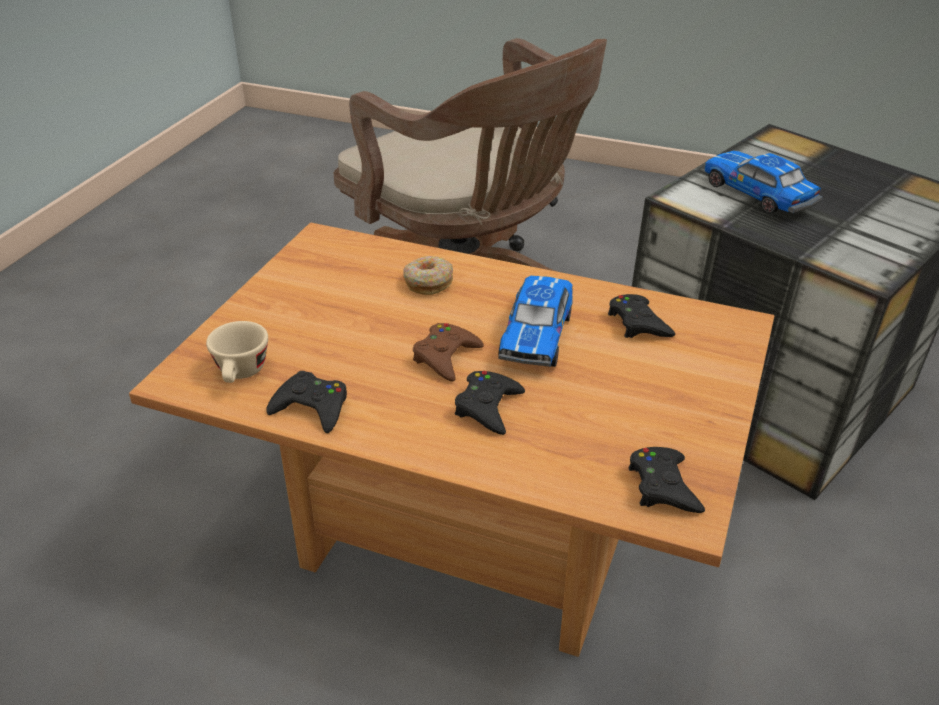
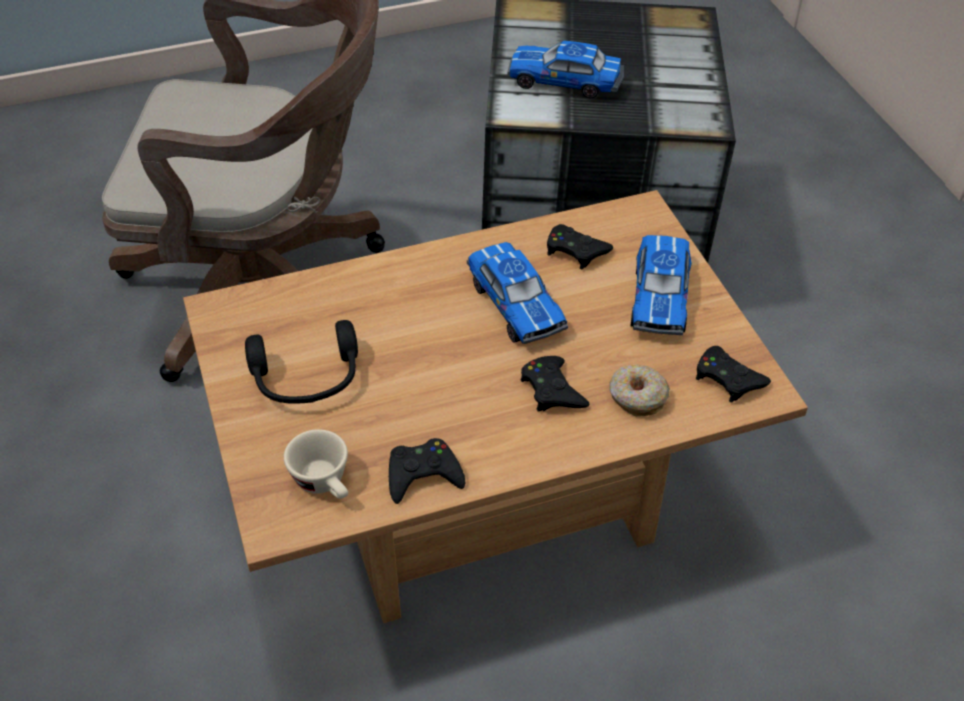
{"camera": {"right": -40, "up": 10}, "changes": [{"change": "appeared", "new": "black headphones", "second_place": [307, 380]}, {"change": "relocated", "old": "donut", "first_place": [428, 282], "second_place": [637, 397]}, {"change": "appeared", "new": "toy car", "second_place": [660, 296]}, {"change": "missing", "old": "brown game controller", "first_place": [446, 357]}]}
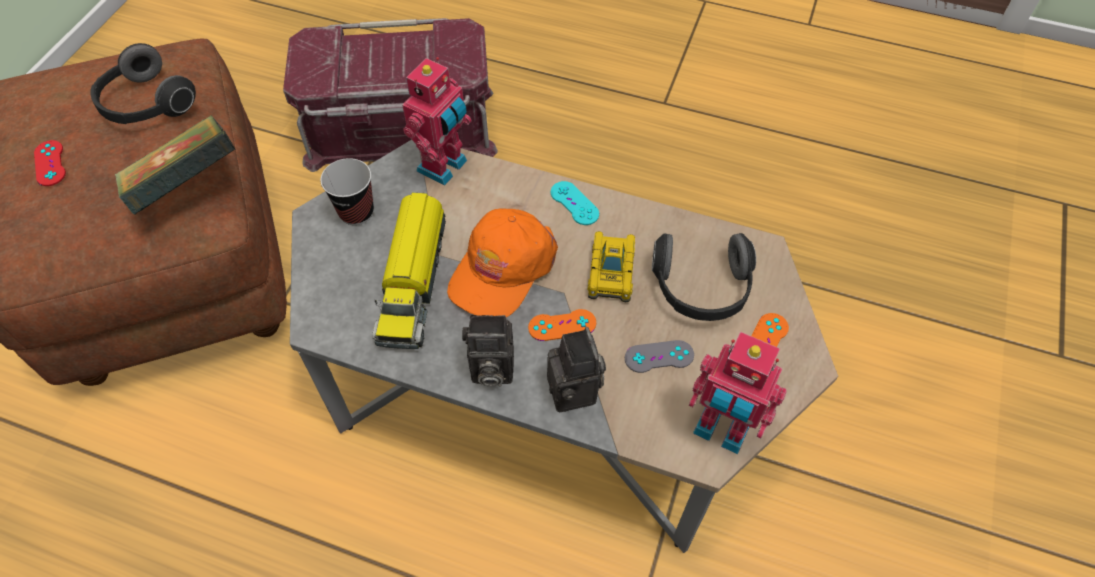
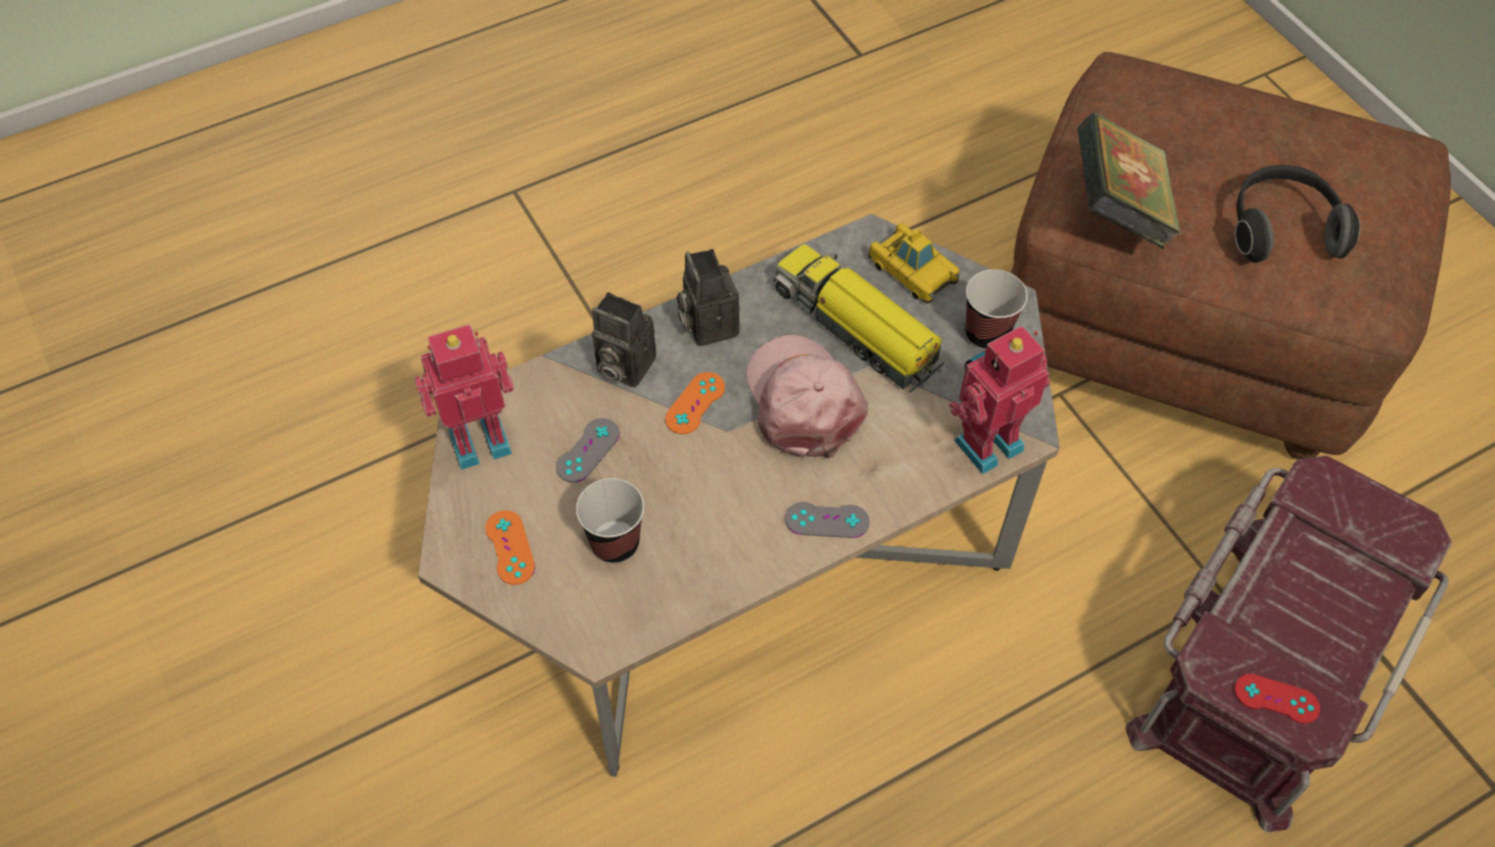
{"camera": {"right": 130, "up": 0}, "changes": [{"change": "exchanged", "old": "headphones", "new": "cup", "first_place": [701, 290], "second_place": [615, 543]}, {"change": "spun", "old": "photo camera", "first_place": [490, 369], "second_place": [707, 323], "degrees": -60}, {"change": "colour", "old": "orange cap", "new": "pink cap", "first_place": [502, 269], "second_place": [803, 401]}, {"change": "colour", "old": "turquoise game controller", "new": "grey game controller", "first_place": [574, 203], "second_place": [827, 520]}, {"change": "relocated", "old": "toy car", "first_place": [611, 271], "second_place": [912, 270]}, {"change": "spun", "old": "toy robot", "first_place": [444, 167], "second_place": [985, 441], "degrees": 75}, {"change": "relocated", "old": "red game controller", "first_place": [50, 163], "second_place": [1276, 699]}]}
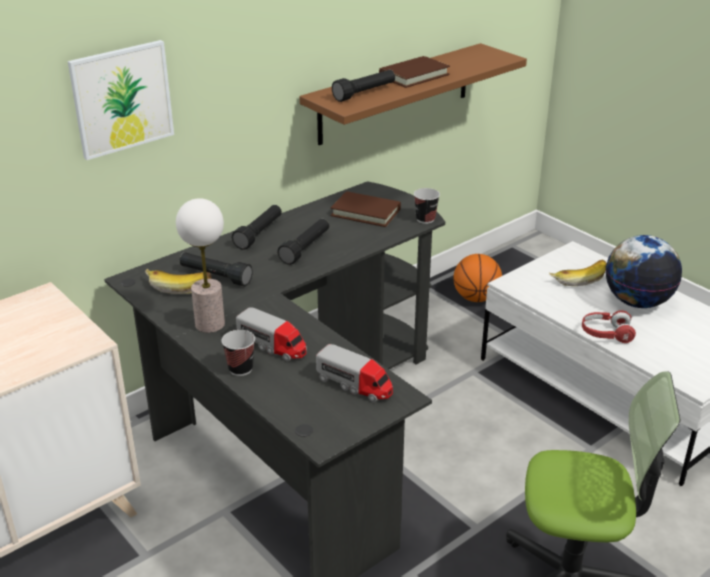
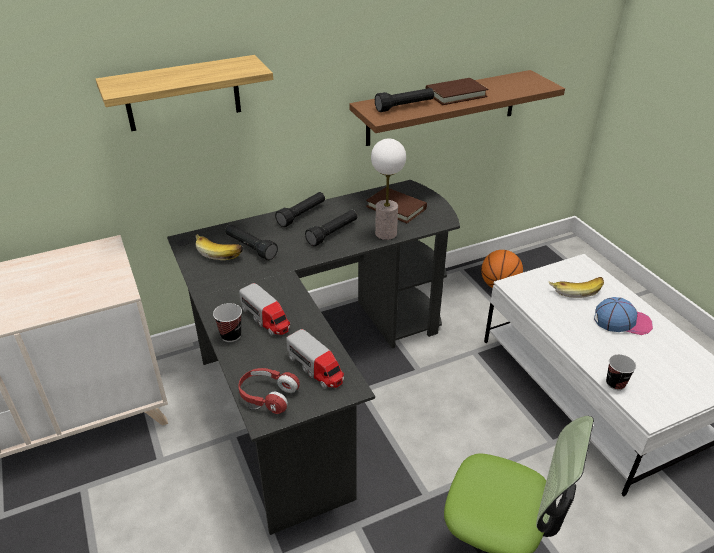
{"camera": {"right": 15, "up": 5}, "changes": [{"change": "exchanged", "old": "picture", "new": "shelf", "first_place": [122, 99], "second_place": [183, 94]}, {"change": "relocated", "old": "red headphones", "first_place": [606, 334], "second_place": [268, 395]}, {"change": "relocated", "old": "table lamp", "first_place": [209, 324], "second_place": [385, 234]}, {"change": "exchanged", "old": "globe", "new": "cap", "first_place": [637, 302], "second_place": [622, 321]}, {"change": "relocated", "old": "cup", "first_place": [425, 219], "second_place": [615, 383]}]}
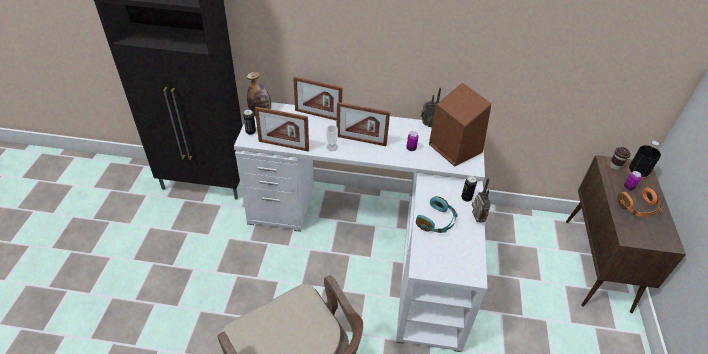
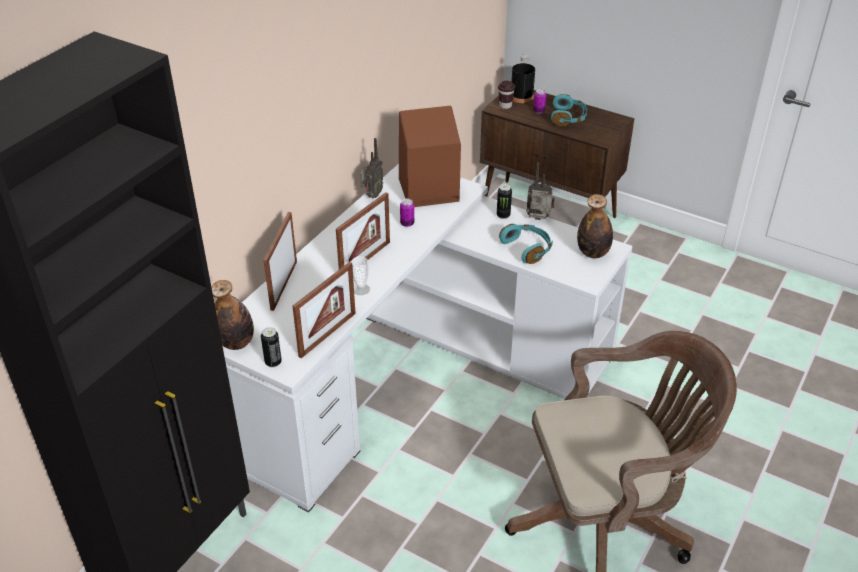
{"camera": {"right": -65, "up": -5}, "changes": [{"change": "spun", "old": "picture frame", "first_place": [318, 115], "second_place": [284, 285], "degrees": 150}, {"change": "colour", "old": "orange headphones", "new": "turquoise headphones", "first_place": [638, 208], "second_place": [568, 118]}, {"change": "appeared", "new": "bottle", "second_place": [593, 253]}]}
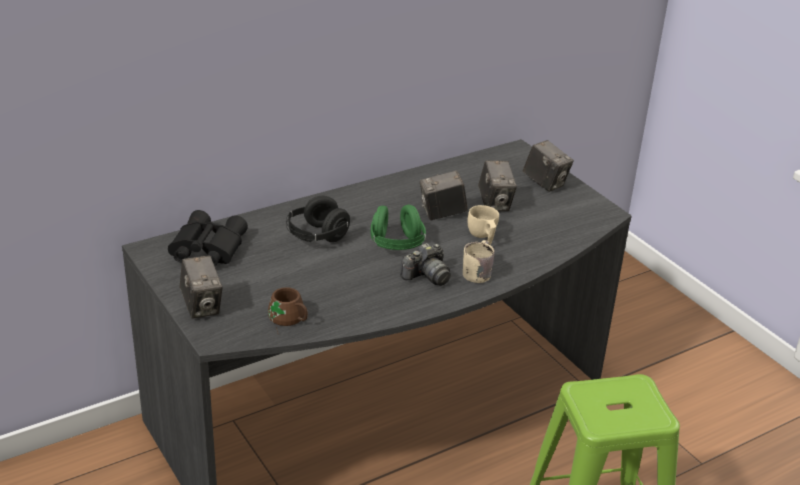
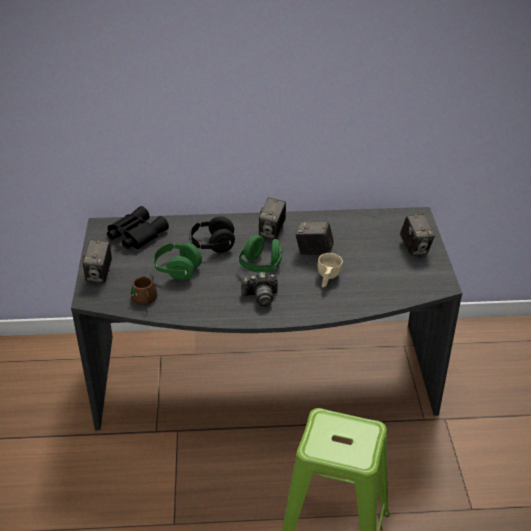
{"camera": {"right": 30, "up": 5}, "changes": [{"change": "appeared", "new": "green headphones", "second_place": [177, 270]}, {"change": "relocated", "old": "photo camera", "first_place": [495, 204], "second_place": [272, 231]}, {"change": "missing", "old": "beige mug", "first_place": [476, 271]}]}
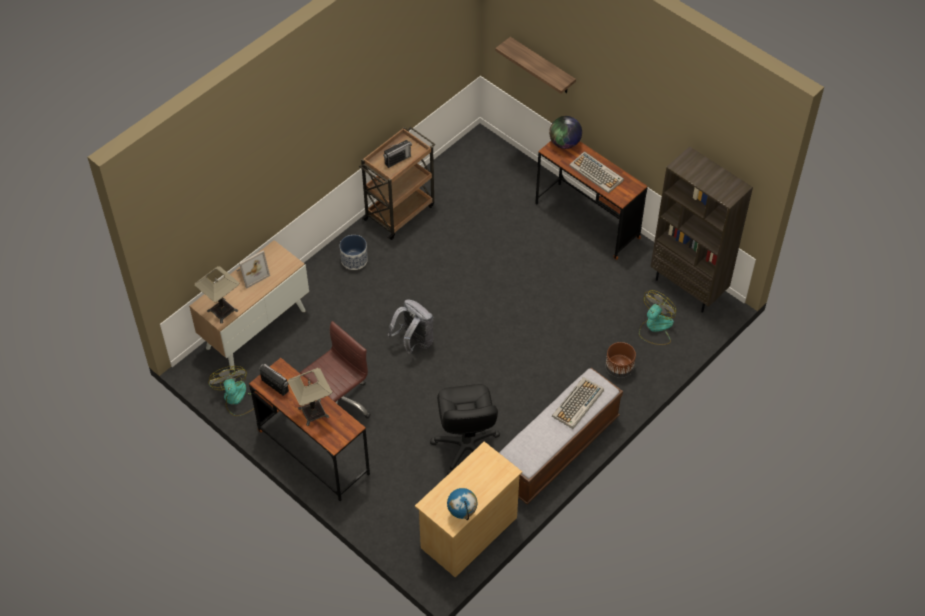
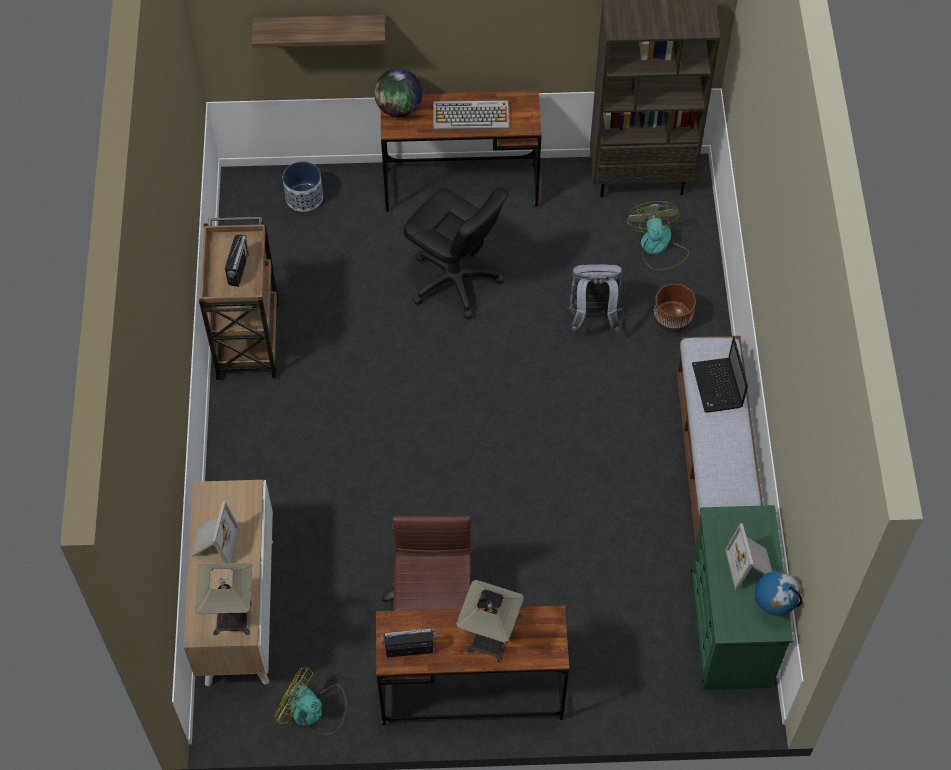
{"camera": {"right": -45, "up": 5}, "changes": [{"change": "relocated", "old": "planter", "first_place": [354, 259], "second_place": [304, 197]}, {"change": "relocated", "old": "black office chair", "first_place": [466, 448], "second_place": [454, 281]}, {"change": "relocated", "old": "grey backpack", "first_place": [414, 342], "second_place": [593, 318]}, {"change": "colour", "old": "beige dresser", "new": "green dresser", "first_place": [468, 533], "second_place": [729, 628]}, {"change": "exchanged", "old": "keyboard", "new": "laptop", "first_place": [578, 404], "second_place": [718, 387]}, {"change": "appeared", "new": "picture frame", "second_place": [751, 566]}]}
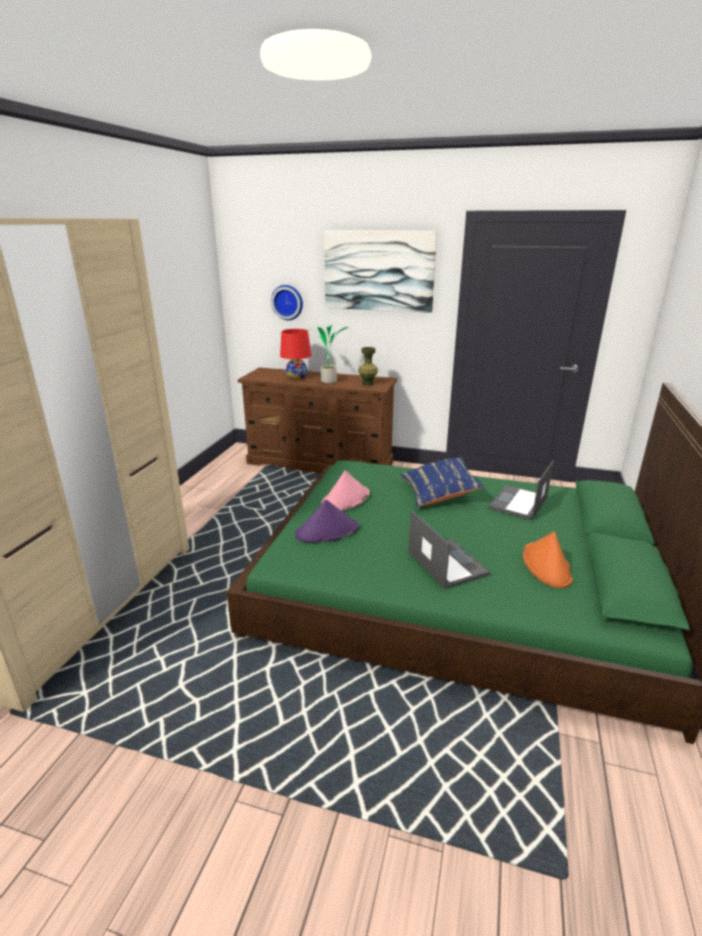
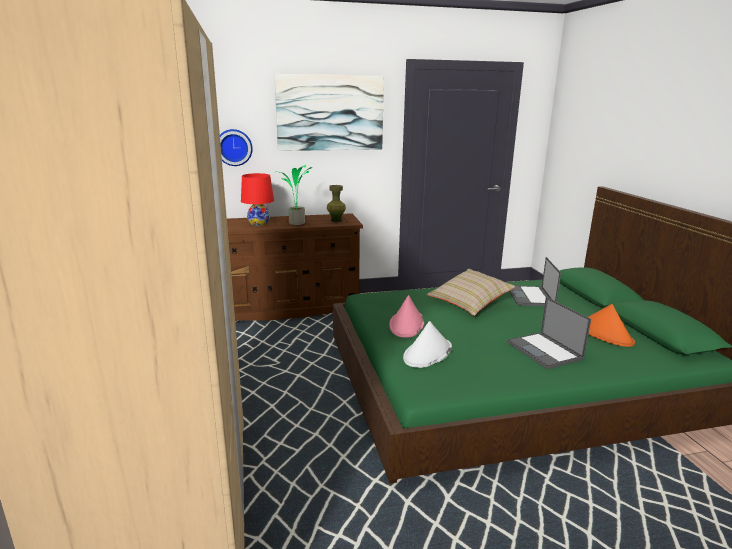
{"camera": {"right": -30, "up": -5}, "changes": [{"change": "colour", "old": "purple hat", "new": "white hat", "first_place": [327, 531], "second_place": [427, 353]}, {"change": "colour", "old": "blue pillow", "new": "beige pillow", "first_place": [439, 493], "second_place": [469, 303]}, {"change": "spun", "old": "laptop", "first_place": [446, 562], "second_place": [545, 351], "degrees": -150}]}
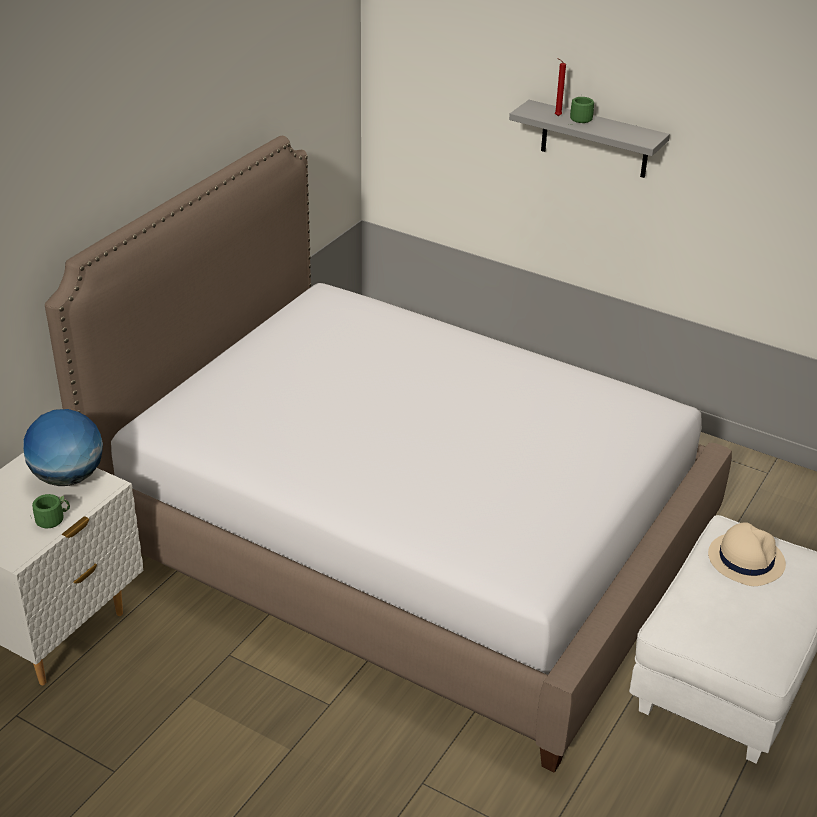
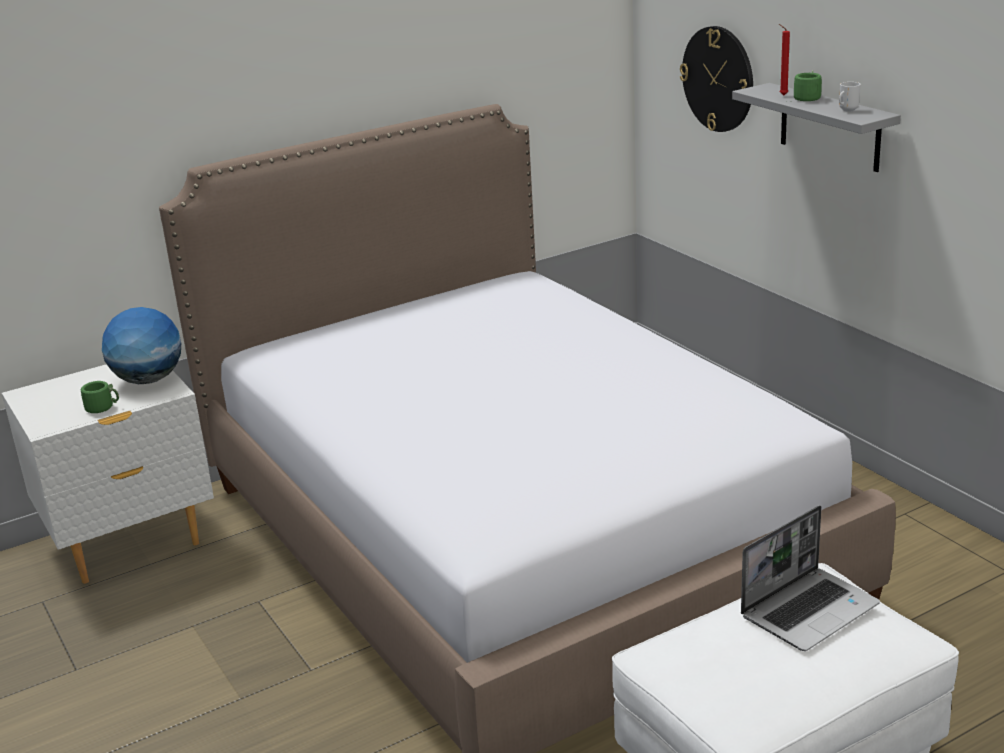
{"camera": {"right": 30, "up": -10}, "changes": [{"change": "appeared", "new": "wall clock", "second_place": [718, 79]}, {"change": "exchanged", "old": "beige hat", "new": "laptop", "first_place": [745, 559], "second_place": [809, 610]}, {"change": "appeared", "new": "mug", "second_place": [846, 110]}]}
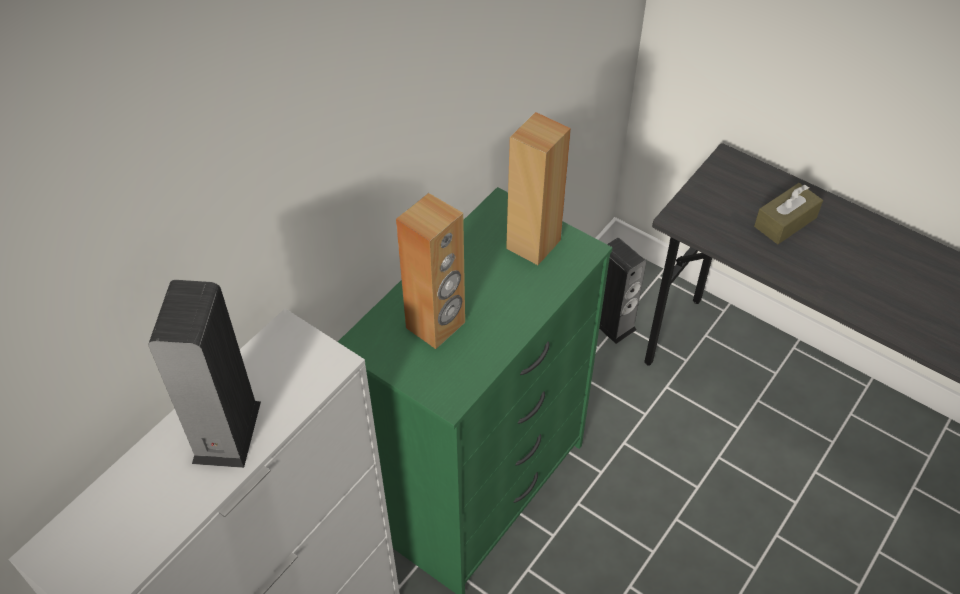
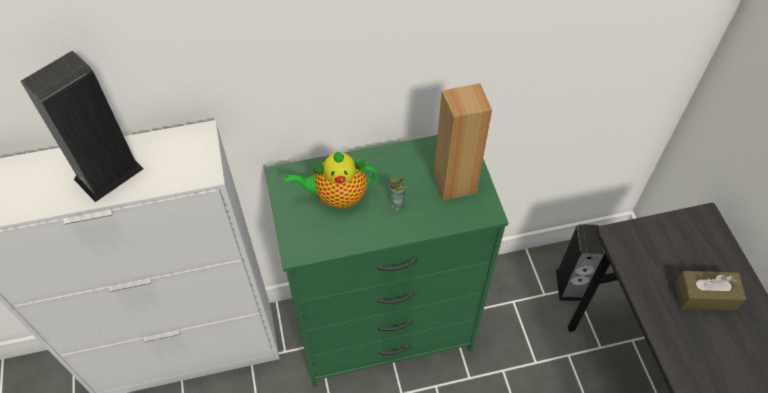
{"camera": {"right": 40, "up": 5}, "changes": [{"change": "exchanged", "old": "brown speaker", "new": "teapot", "first_place": [436, 325], "second_place": [337, 196]}, {"change": "appeared", "new": "cup", "second_place": [397, 204]}]}
